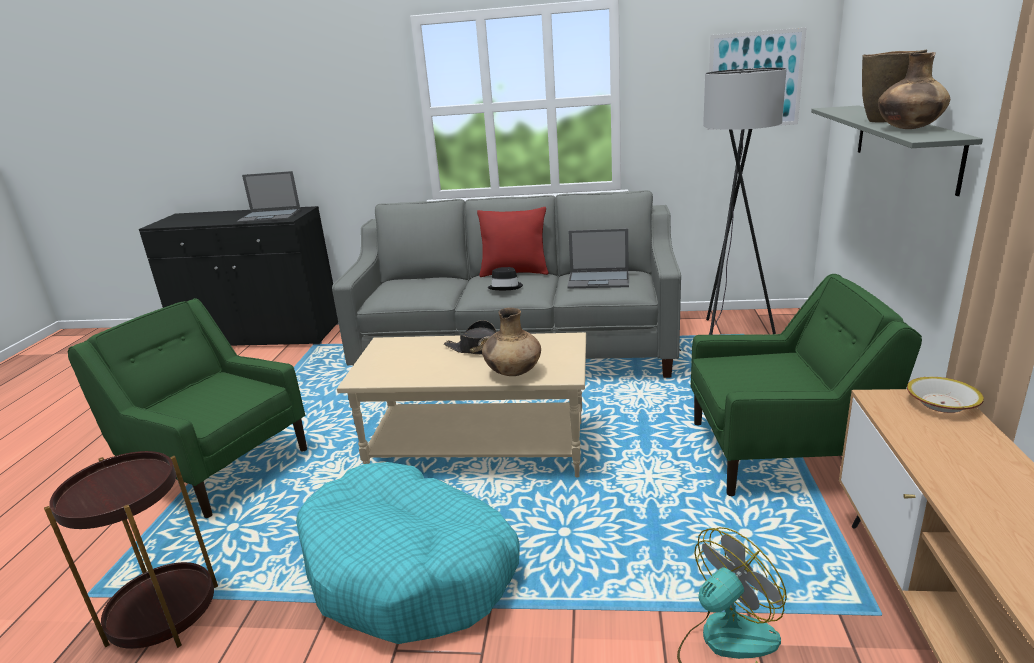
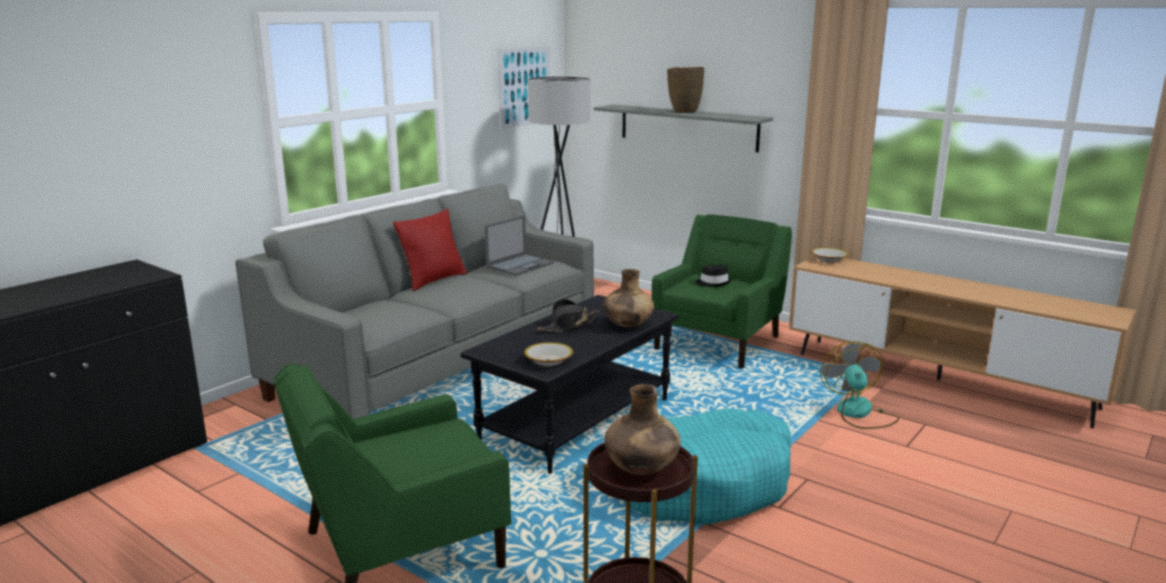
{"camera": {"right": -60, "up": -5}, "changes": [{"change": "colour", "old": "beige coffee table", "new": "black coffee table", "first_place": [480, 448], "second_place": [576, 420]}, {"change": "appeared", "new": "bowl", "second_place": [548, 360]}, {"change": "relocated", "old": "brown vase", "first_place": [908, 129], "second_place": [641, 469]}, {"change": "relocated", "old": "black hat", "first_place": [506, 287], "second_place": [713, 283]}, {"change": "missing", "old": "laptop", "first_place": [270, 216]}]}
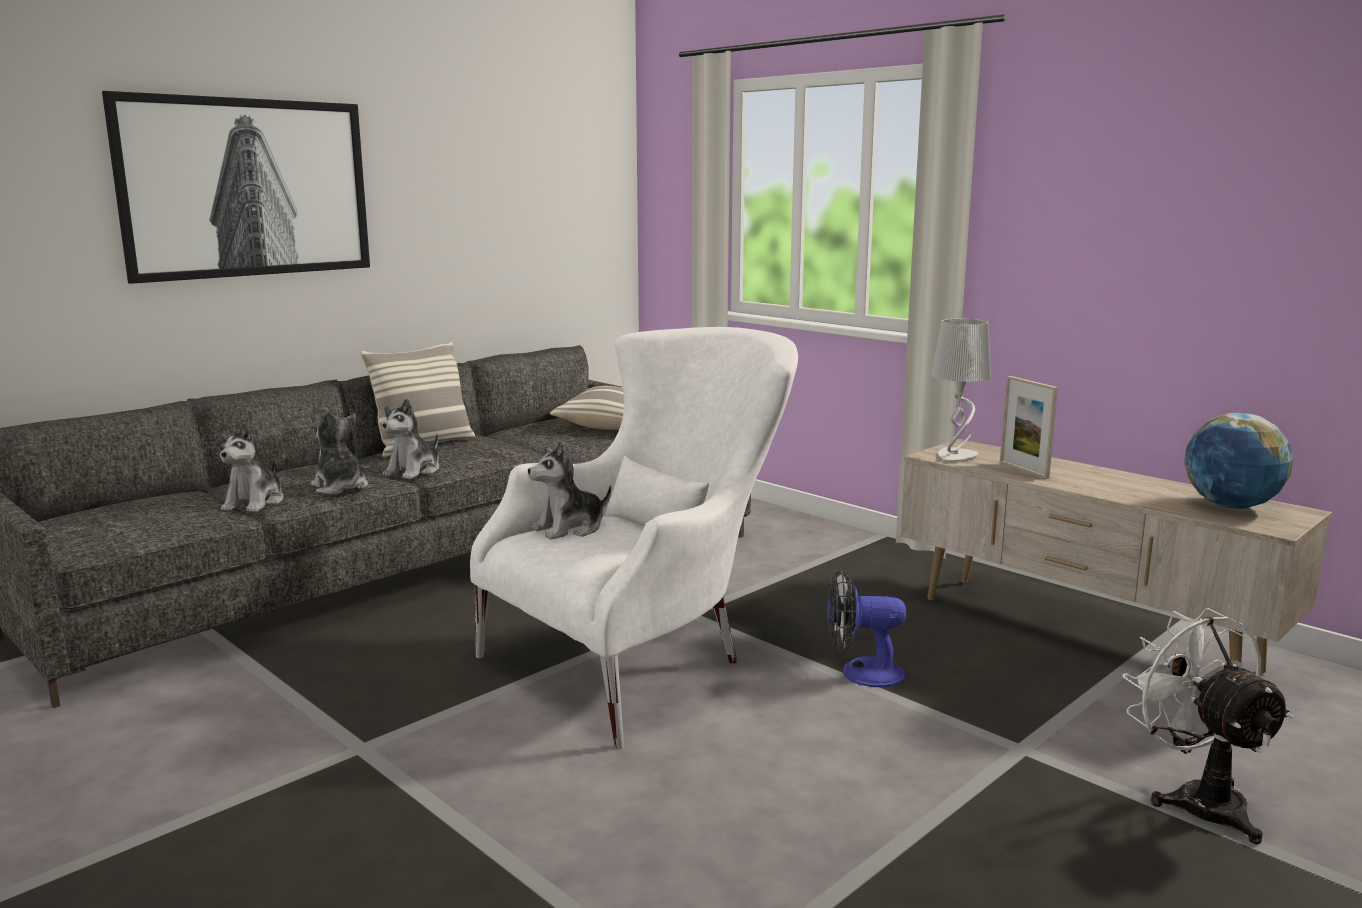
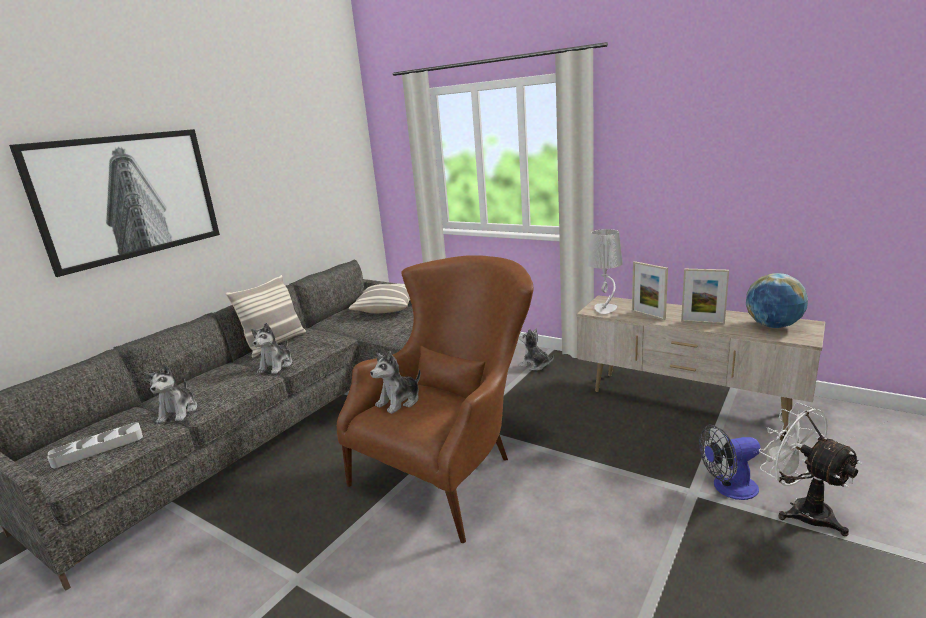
{"camera": {"right": -10, "up": 5}, "changes": [{"change": "appeared", "new": "grey tray", "second_place": [98, 448]}, {"change": "colour", "old": "white armchair", "new": "brown armchair", "first_place": [646, 658], "second_place": [452, 466]}, {"change": "relocated", "old": "plush toy", "first_place": [340, 488], "second_place": [535, 365]}, {"change": "appeared", "new": "picture frame", "second_place": [702, 322]}, {"change": "relocated", "old": "fan", "first_place": [861, 673], "second_place": [728, 488]}]}
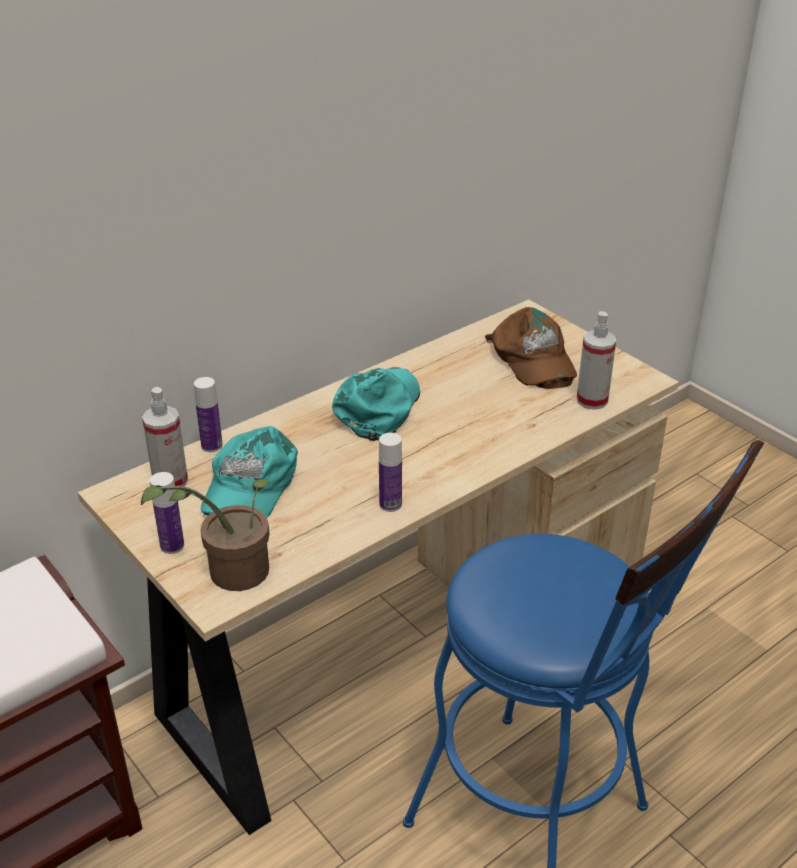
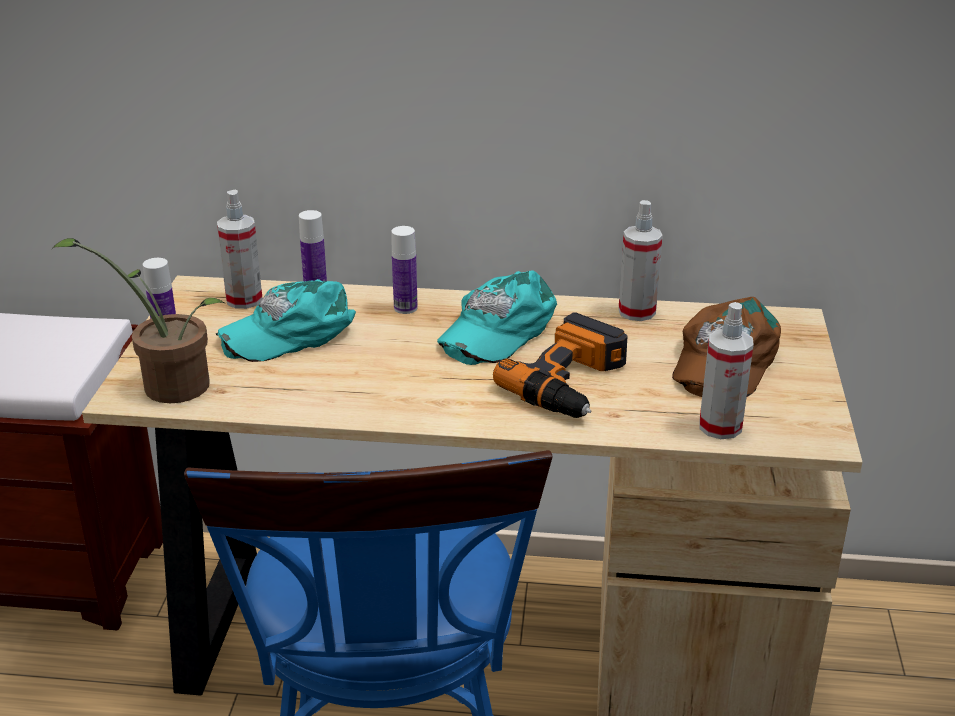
{"camera": {"right": 45, "up": -5}, "changes": [{"change": "relocated", "old": "bottle", "first_place": [390, 504], "second_place": [405, 308]}, {"change": "spun", "old": "turquoise cap", "first_place": [379, 408], "second_place": [496, 329], "degrees": 150}, {"change": "appeared", "new": "power drill", "second_place": [572, 383]}, {"change": "appeared", "new": "spray bottle", "second_place": [637, 312]}]}
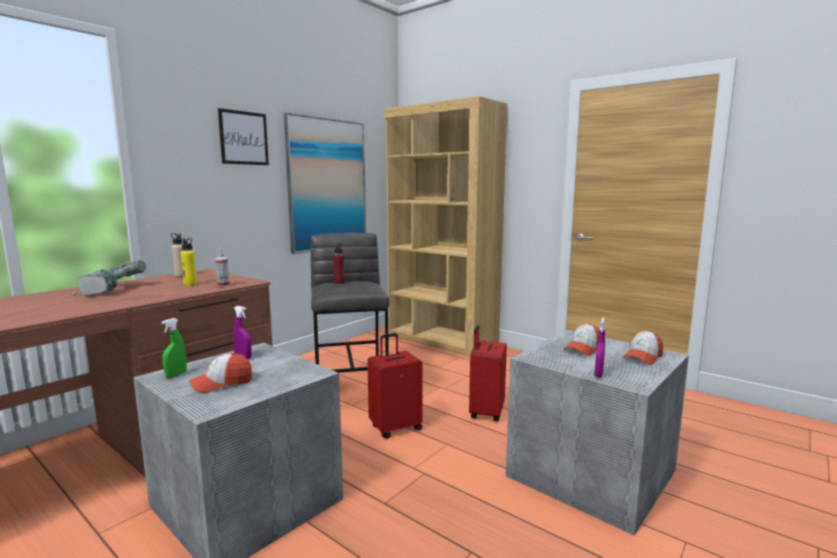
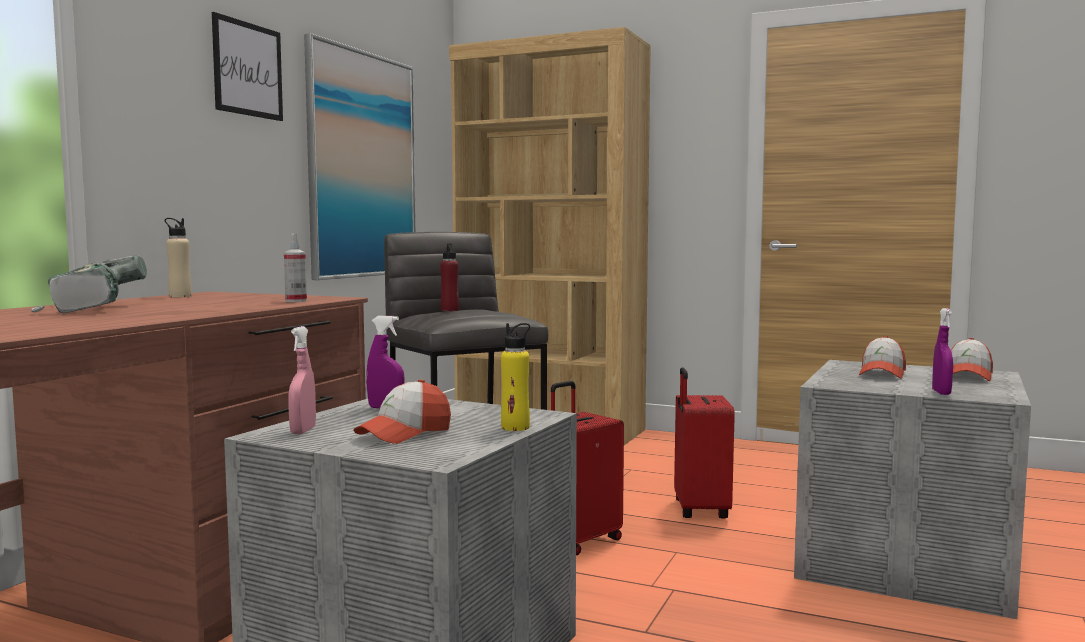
{"camera": {"right": -15, "up": -5}, "changes": [{"change": "colour", "old": "green spray bottle", "new": "pink spray bottle", "first_place": [176, 375], "second_place": [303, 431]}, {"change": "relocated", "old": "yellow bottle", "first_place": [190, 284], "second_place": [515, 427]}]}
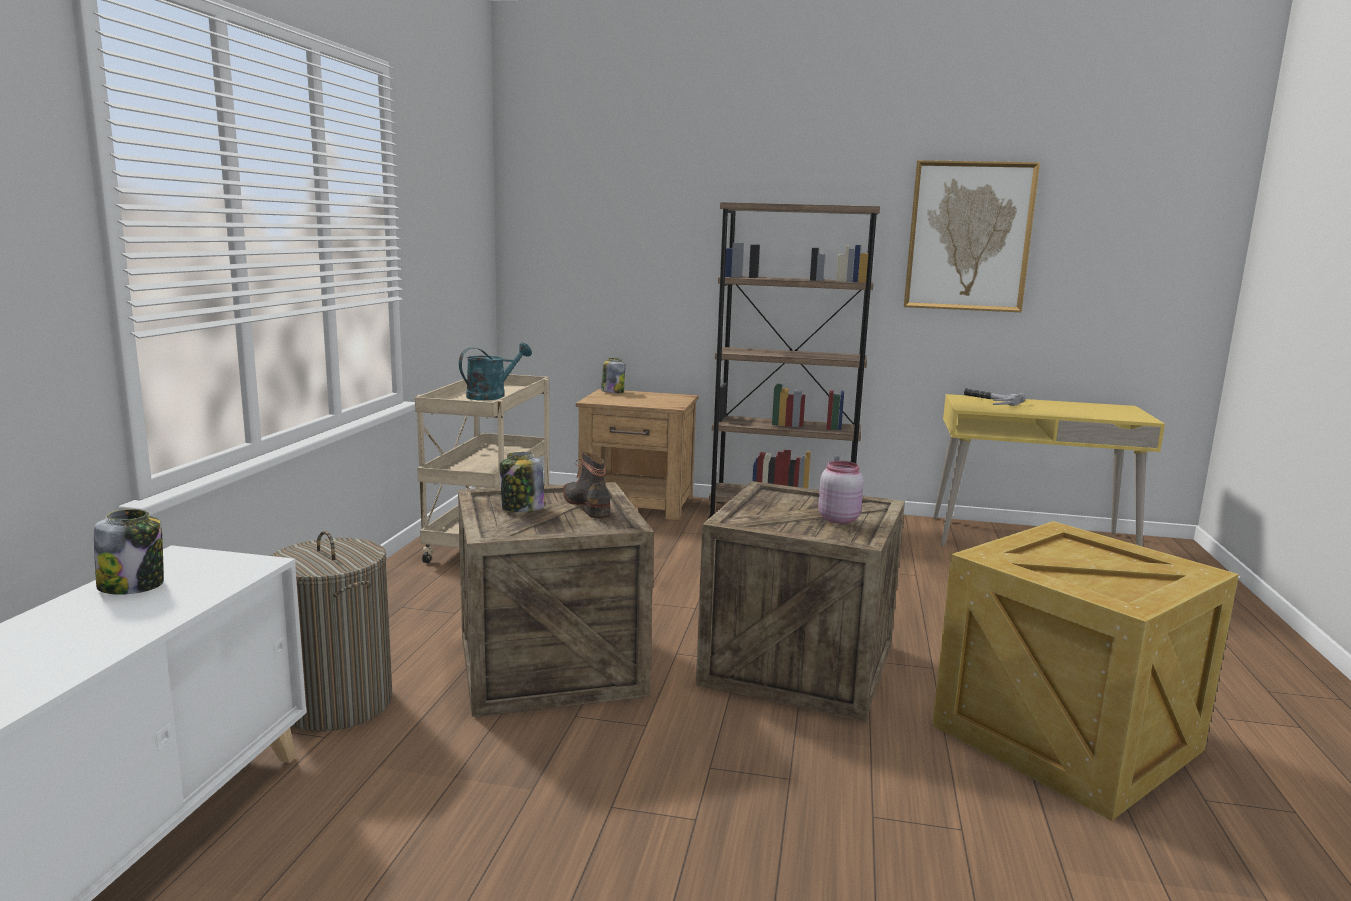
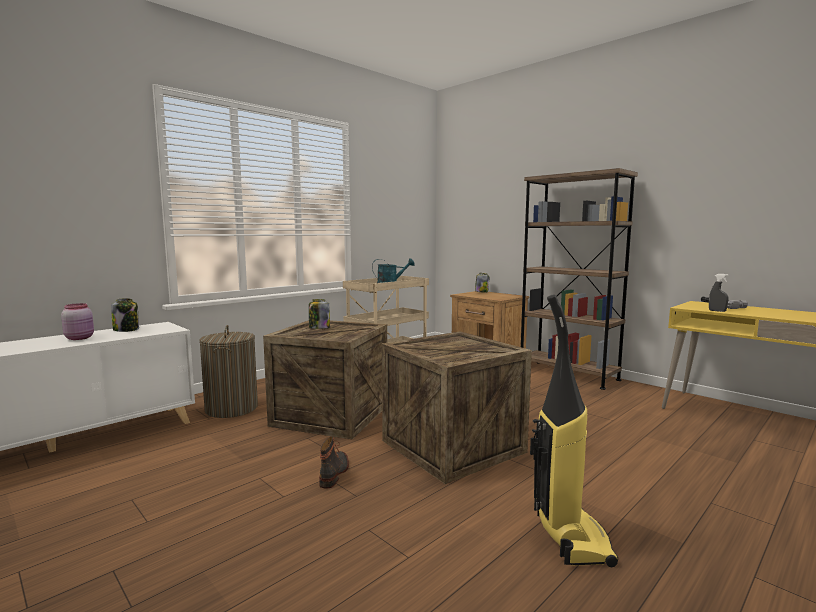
{"camera": {"right": 35, "up": -5}, "changes": [{"change": "relocated", "old": "pink jar", "first_place": [838, 519], "second_place": [80, 338]}, {"change": "relocated", "old": "boot", "first_place": [588, 505], "second_place": [334, 473]}, {"change": "exchanged", "old": "crate", "new": "vacuum cleaner", "first_place": [1061, 737], "second_place": [569, 536]}, {"change": "appeared", "new": "grey spray bottle", "second_place": [717, 311]}, {"change": "missing", "old": "picture", "first_place": [969, 236]}]}
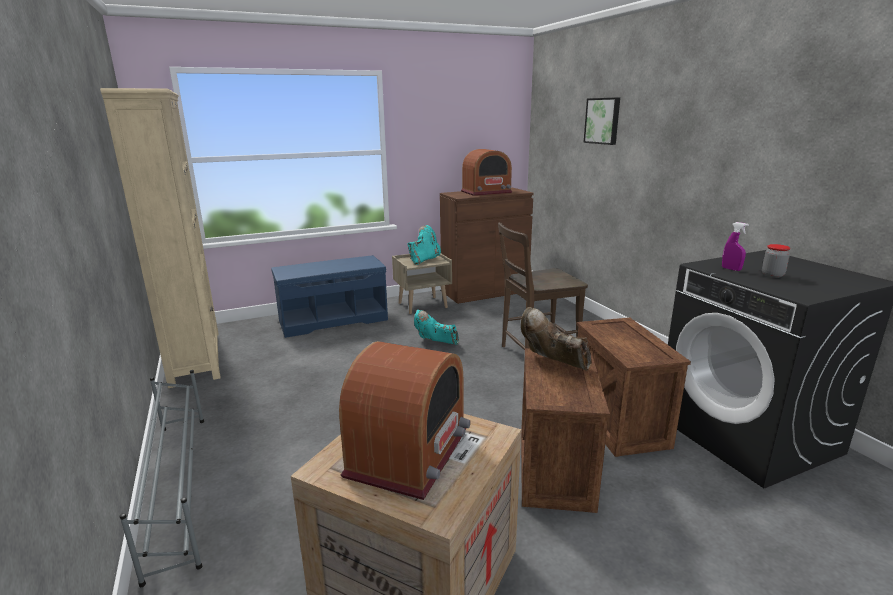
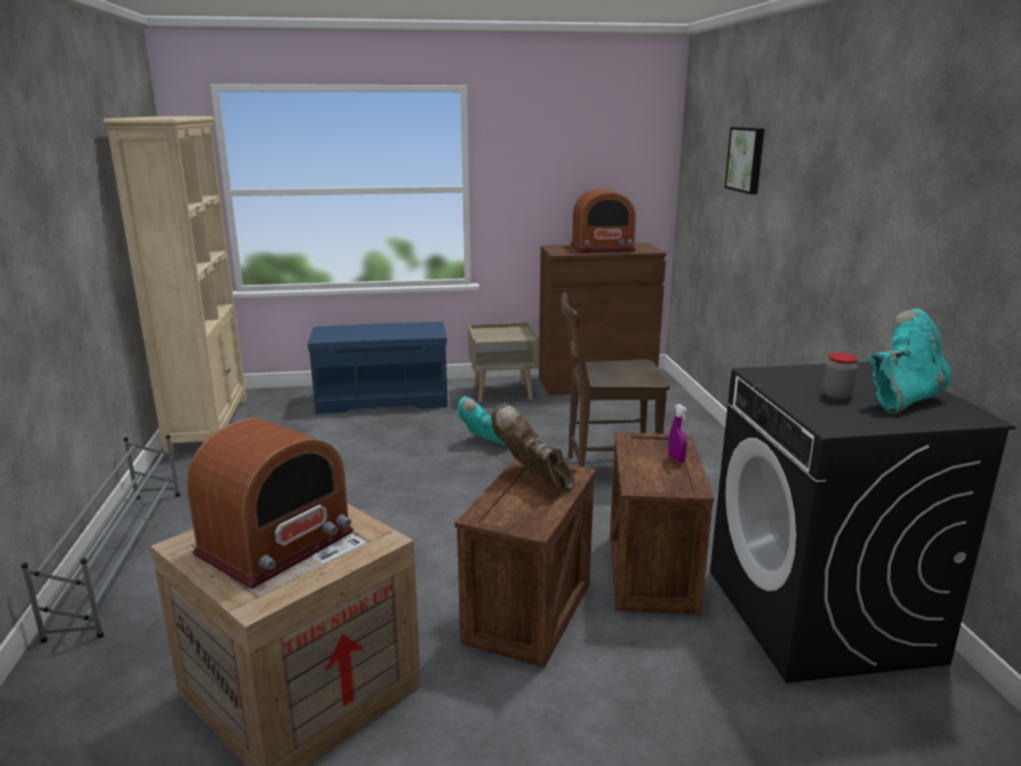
{"camera": {"right": 15, "up": 0}, "changes": [{"change": "relocated", "old": "purple spray bottle", "first_place": [731, 269], "second_place": [676, 459]}, {"change": "relocated", "old": "turquoise boot", "first_place": [424, 260], "second_place": [902, 399]}]}
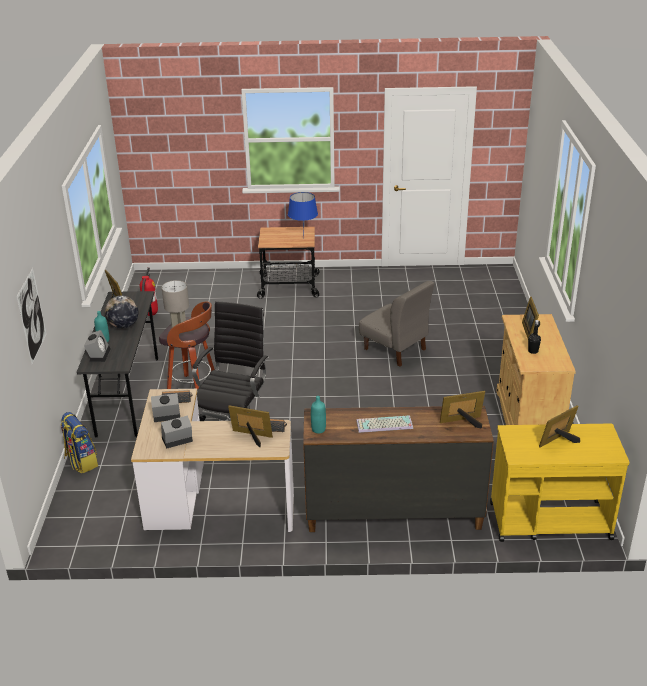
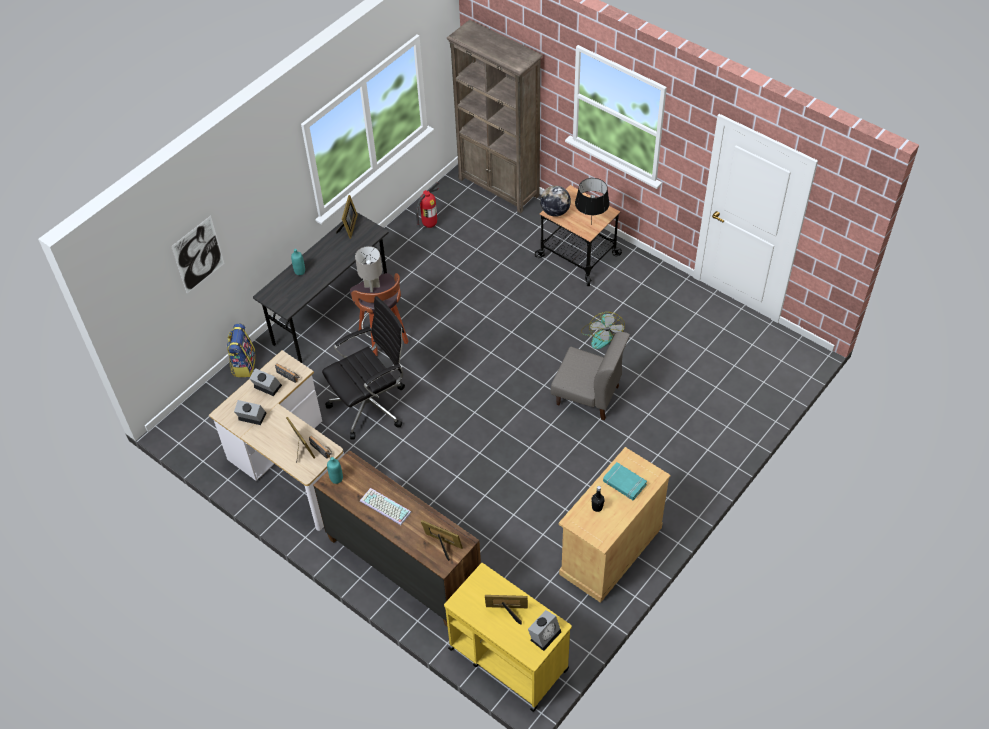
{"camera": {"right": 40, "up": 20}, "changes": [{"change": "appeared", "new": "brown bookcase", "second_place": [499, 187]}, {"change": "relocated", "old": "alarm clock", "first_place": [98, 354], "second_place": [545, 634]}, {"change": "relocated", "old": "globe", "first_place": [123, 326], "second_place": [555, 212]}, {"change": "spun", "old": "grey chair", "first_place": [395, 349], "second_place": [588, 395], "degrees": -60}, {"change": "colour", "old": "blue table lamp", "new": "black table lamp", "first_place": [303, 239], "second_place": [590, 225]}, {"change": "appeared", "new": "fan", "second_place": [601, 335]}, {"change": "exchanged", "old": "picture frame", "new": "turquoise book", "first_place": [530, 331], "second_place": [624, 483]}]}
